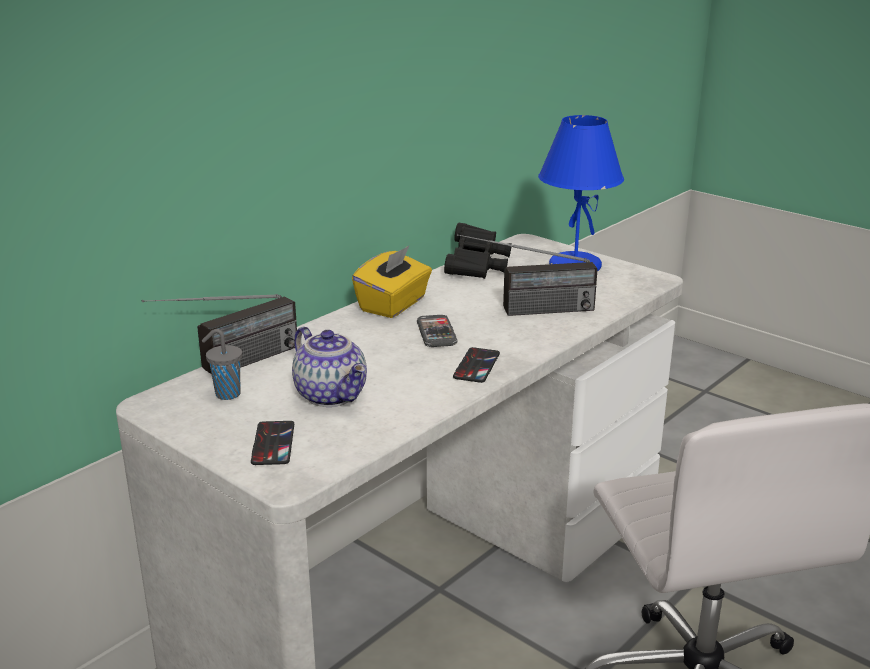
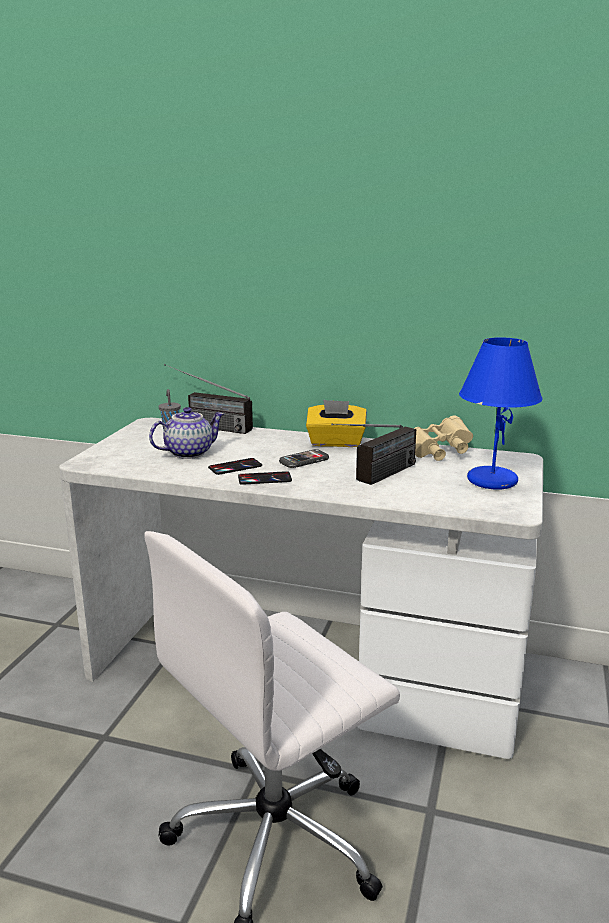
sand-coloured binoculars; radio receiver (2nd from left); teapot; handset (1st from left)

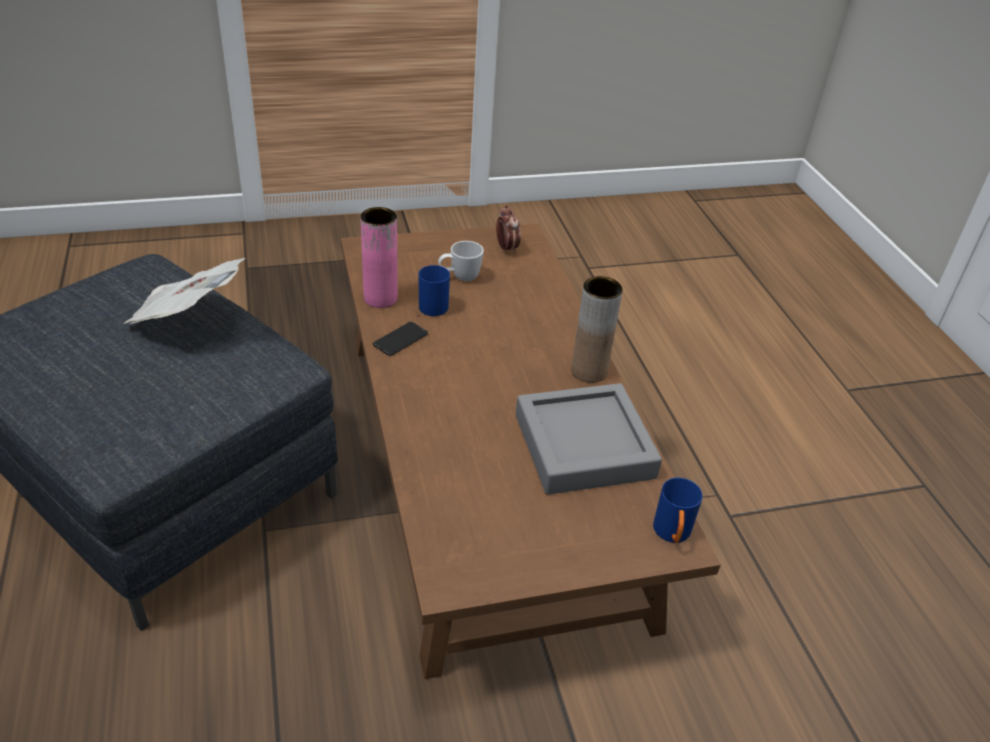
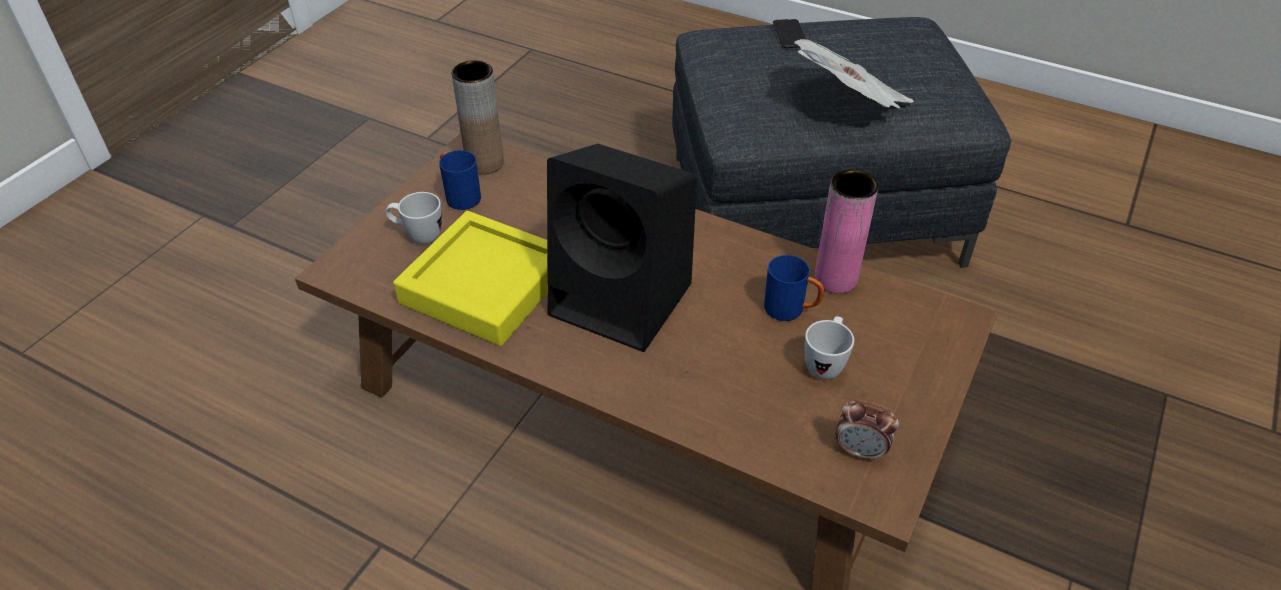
brownish vase; handset; yellow carrying tray; bluish coffee mug (1st from left); black-coloured audio speaker; whitish coffee mug (1st from left)

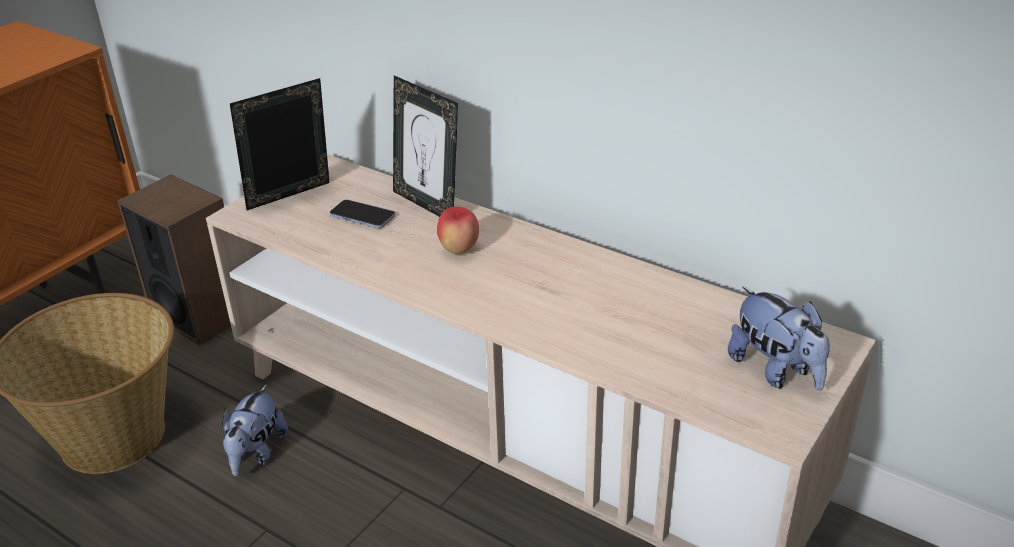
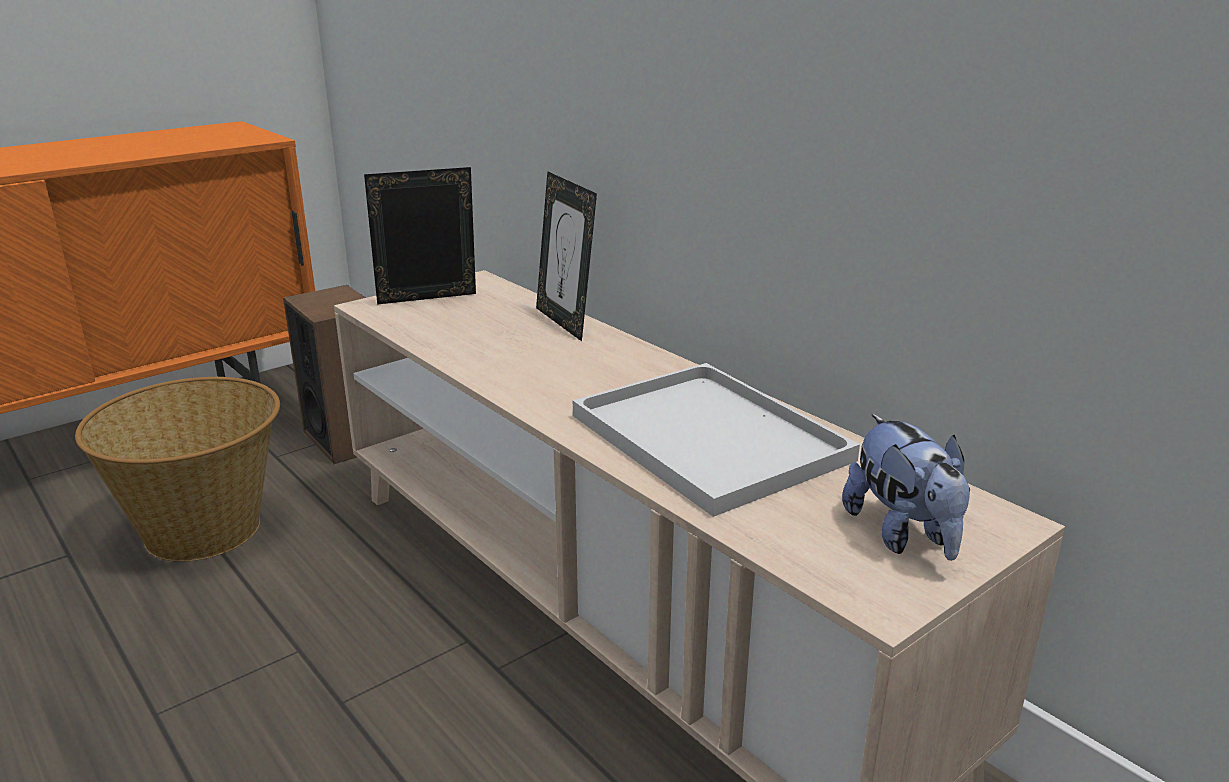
handset; apple fruit; cuddly toy (1st from left in the first image); whitish carrying tray

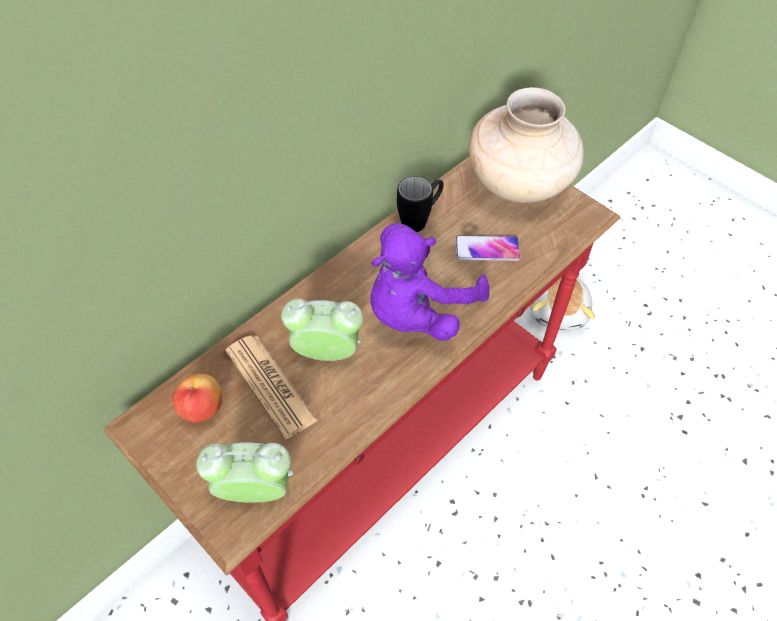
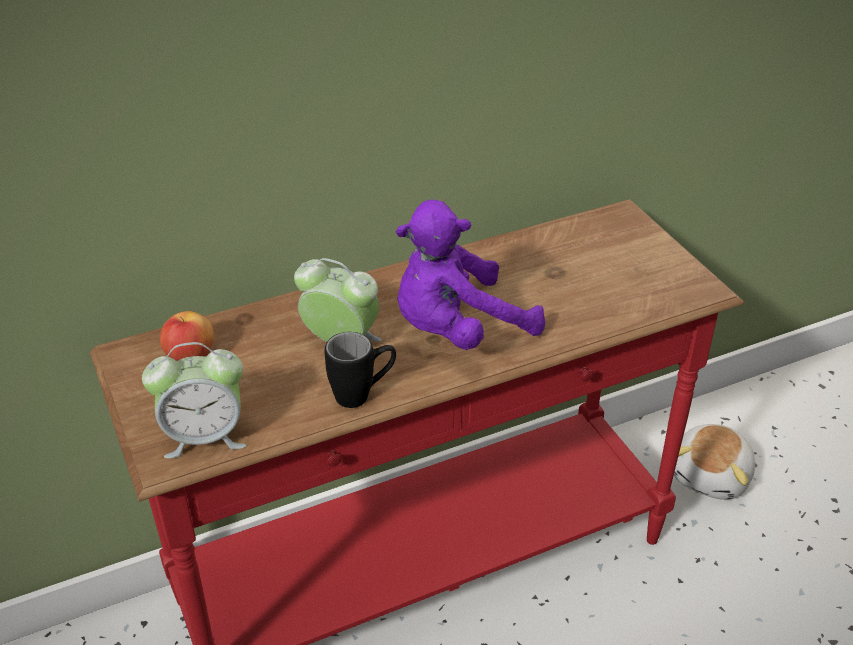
sand-coloured vase; black-coloured coffee mug; handset; daily paper; bedside clock (1st from left)

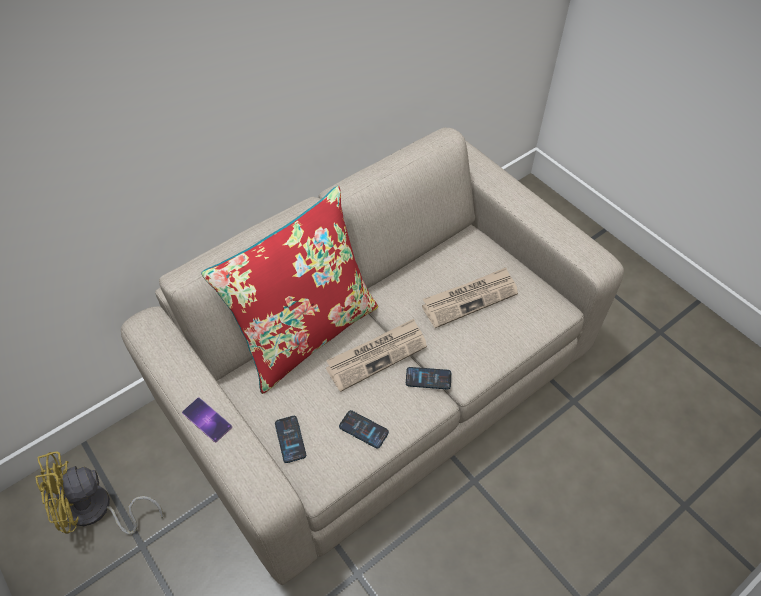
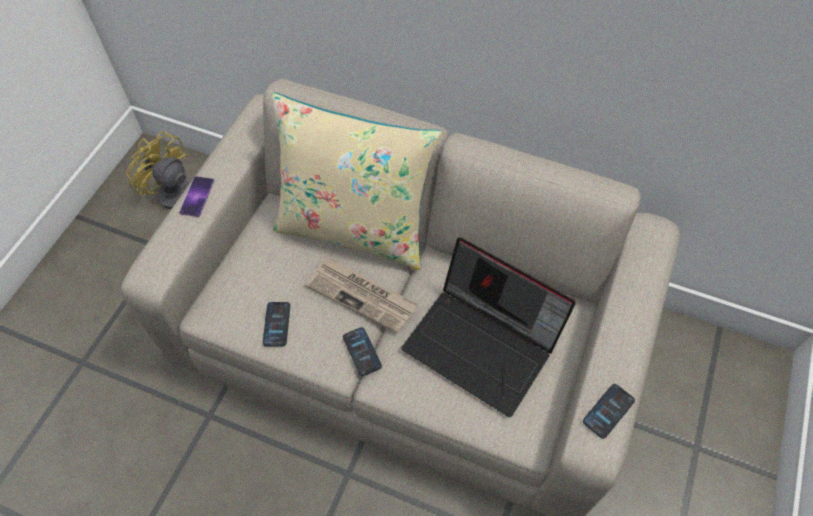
sand-coloured cushion; notebook computer; handset (4th from left)

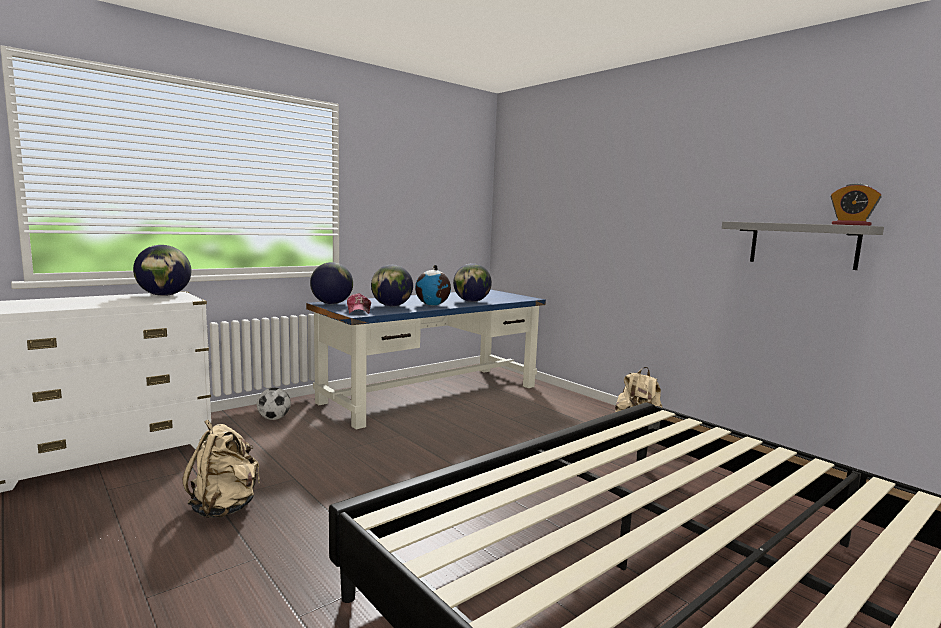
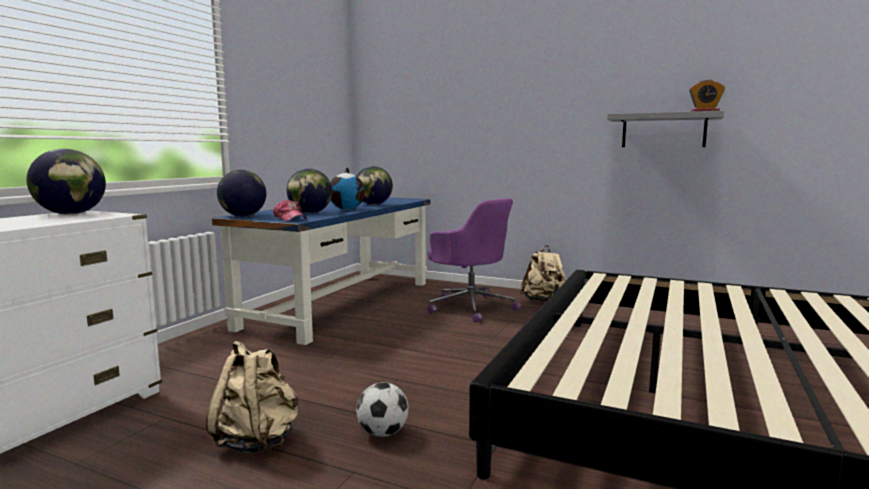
football ball; purplish computer chair

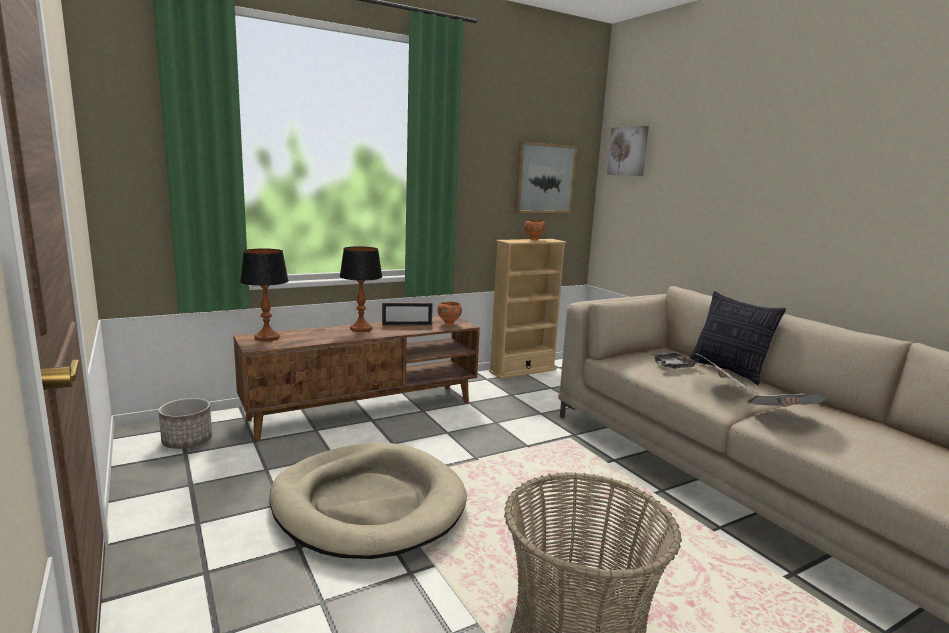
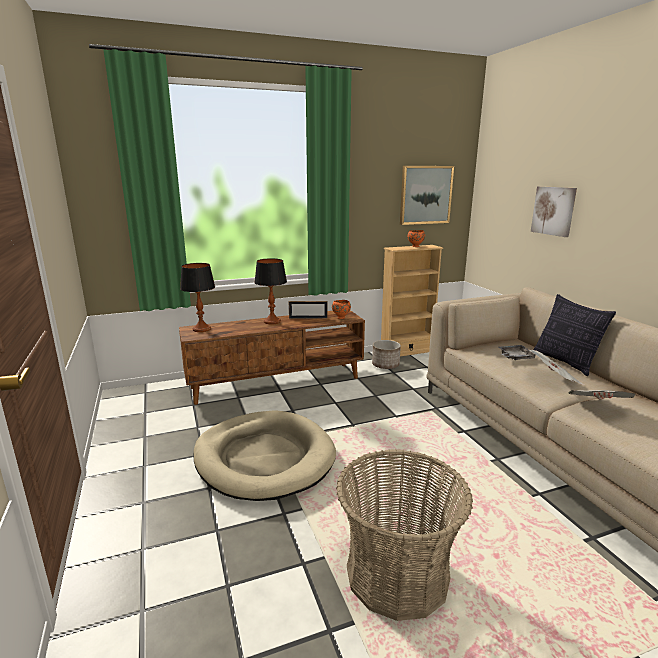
wall picture (2nd from left); plant pot

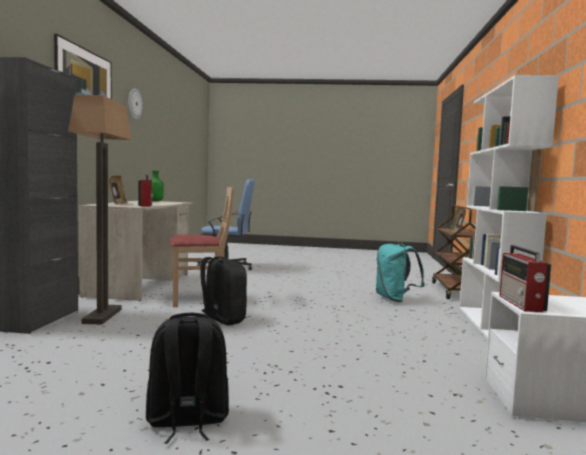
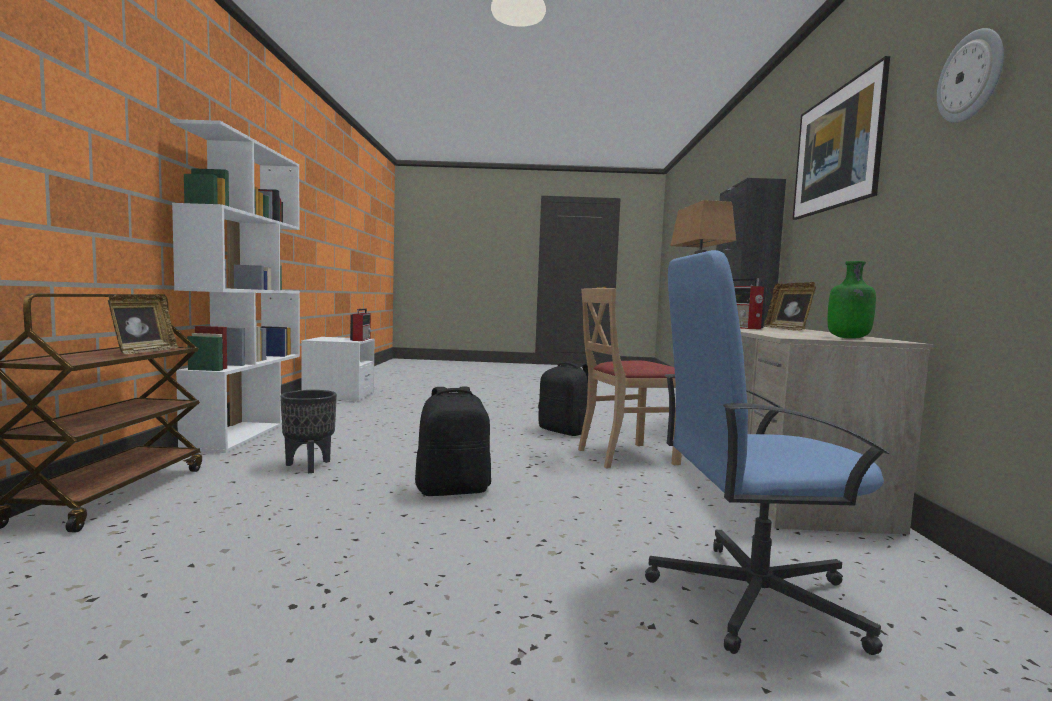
black-coloured plant pot; black-coloured backpack (1st from left)

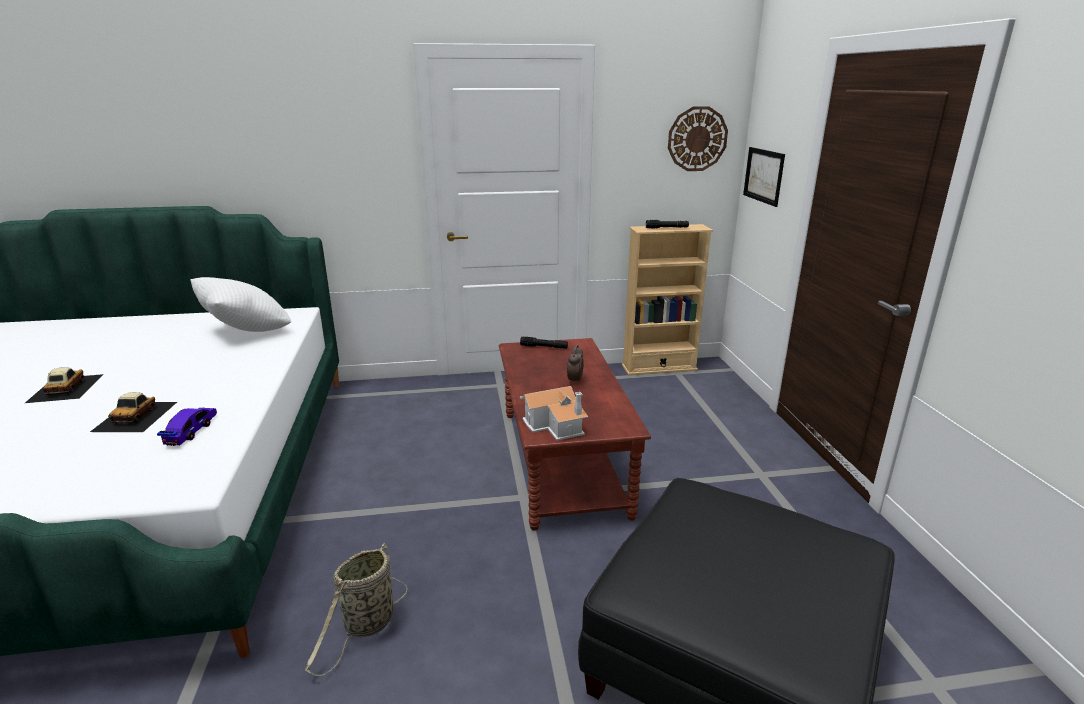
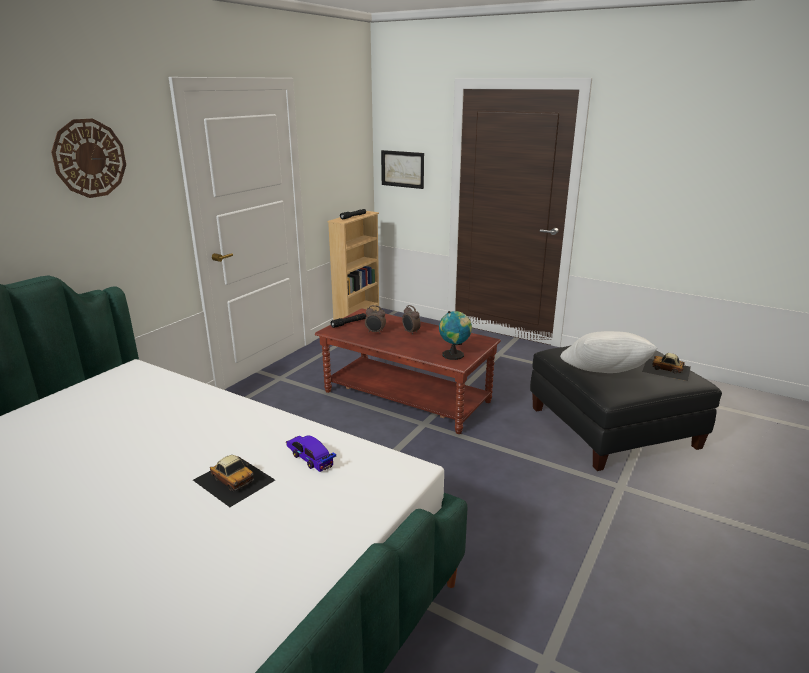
wall clock; whitish cushion; miniature car (3rd from left); world globe; household basket; bedside clock (1st from left)

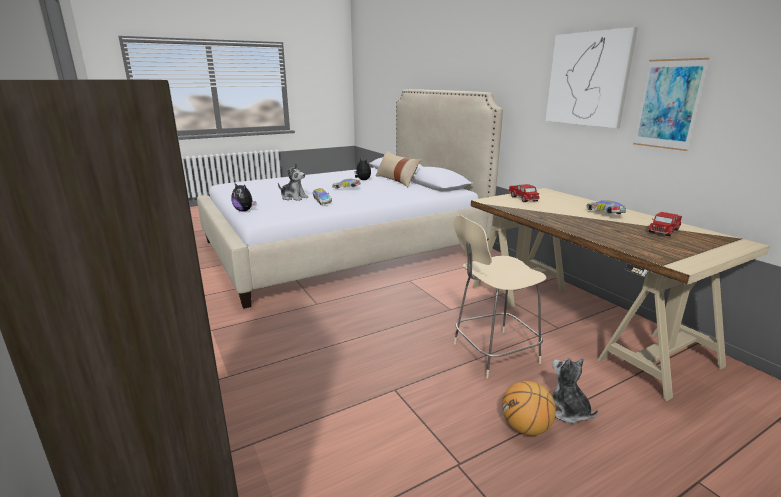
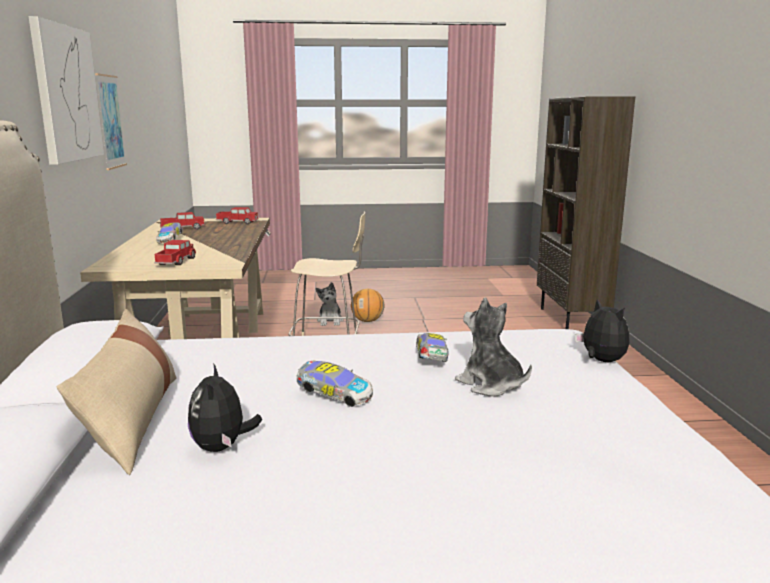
toy truck (3rd from left)

